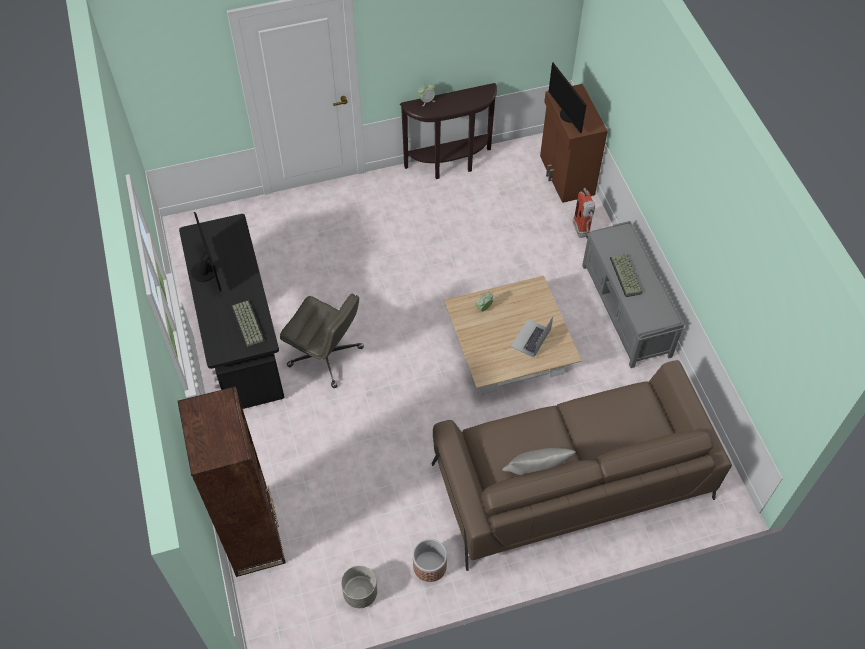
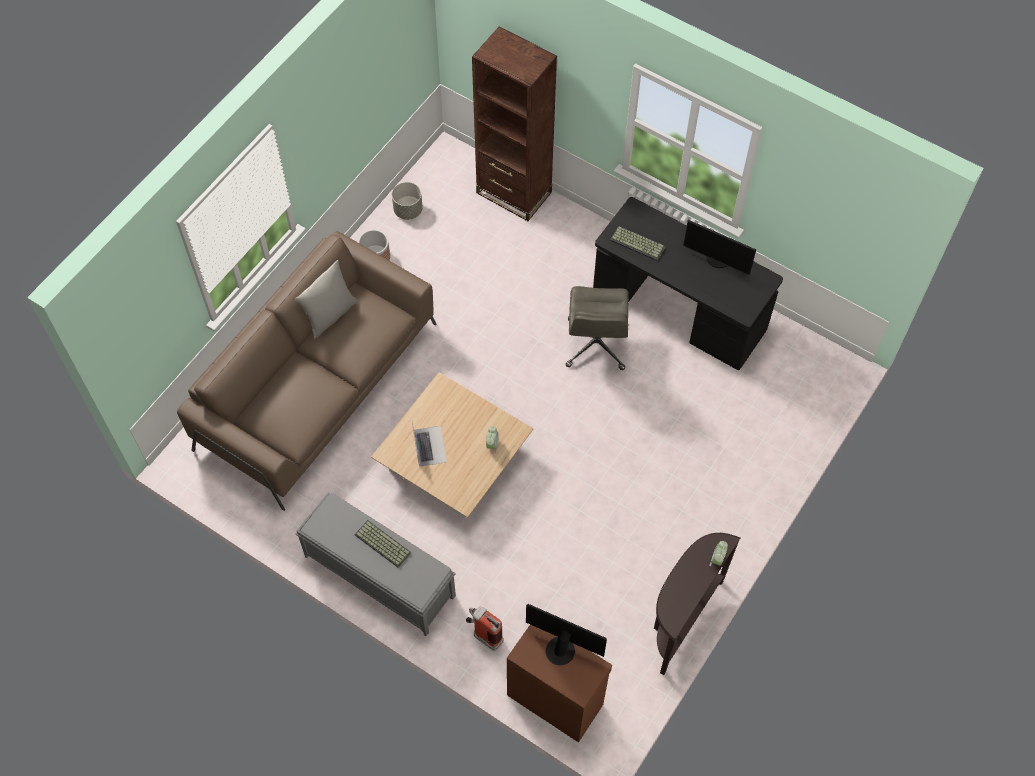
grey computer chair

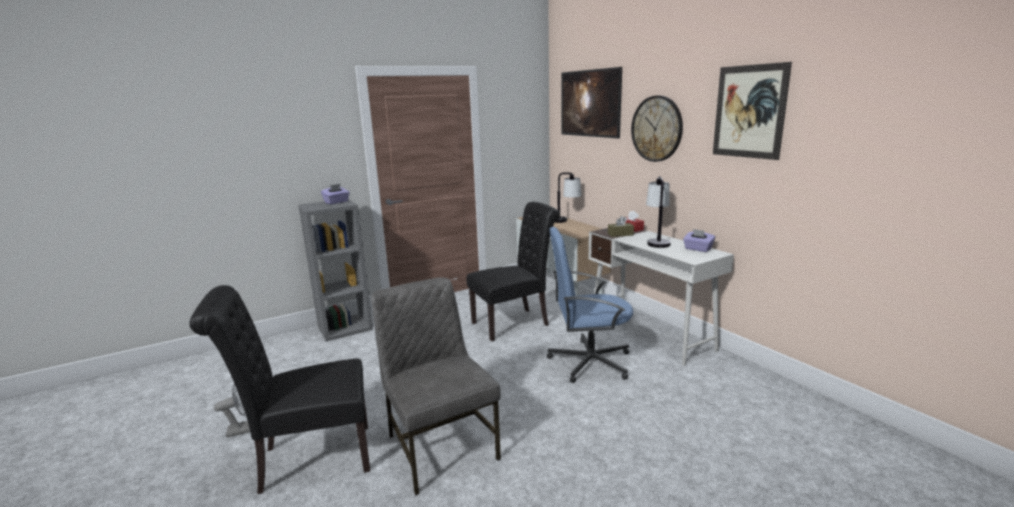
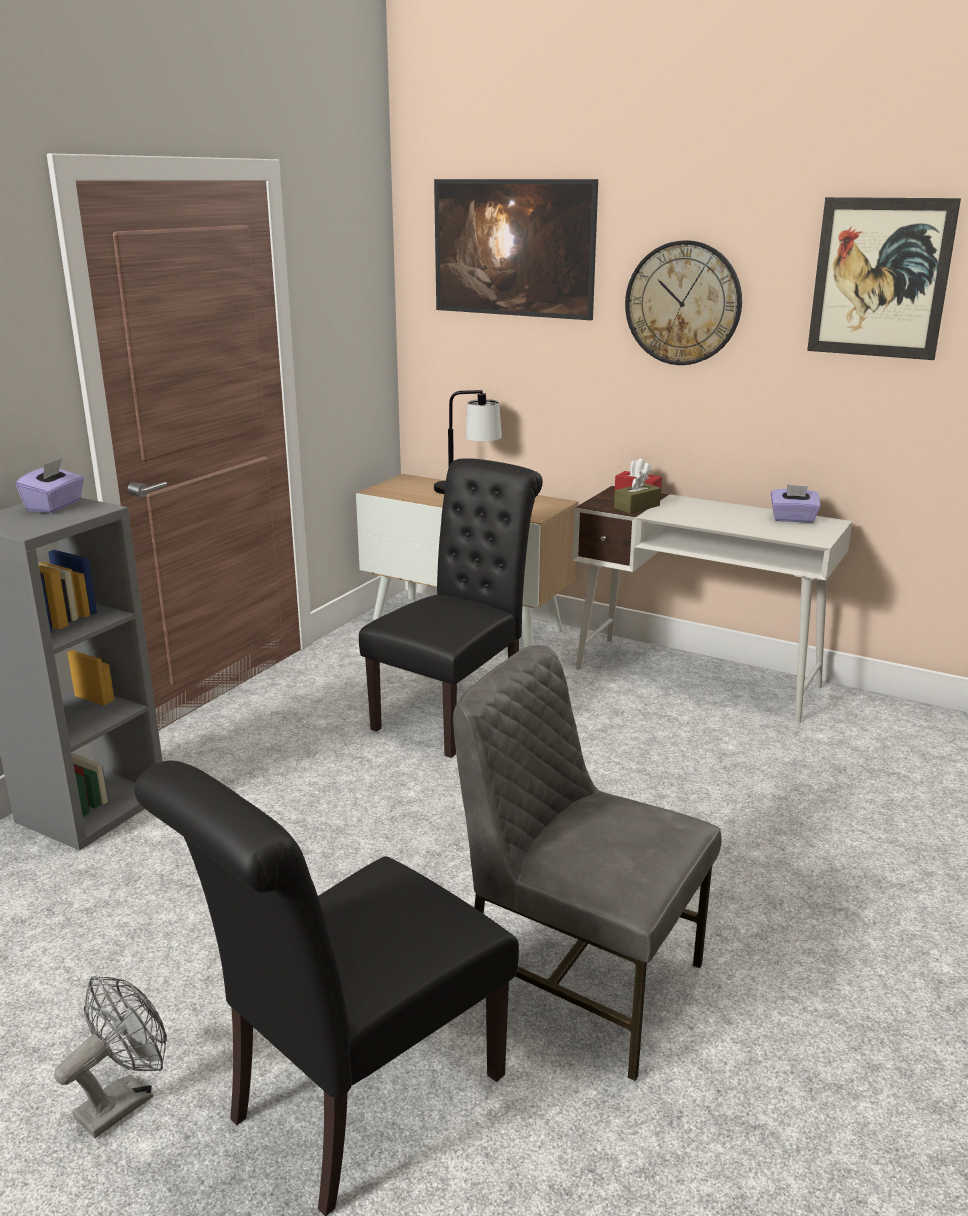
lamp for a table (2nd from left in the first image); bluish computer chair

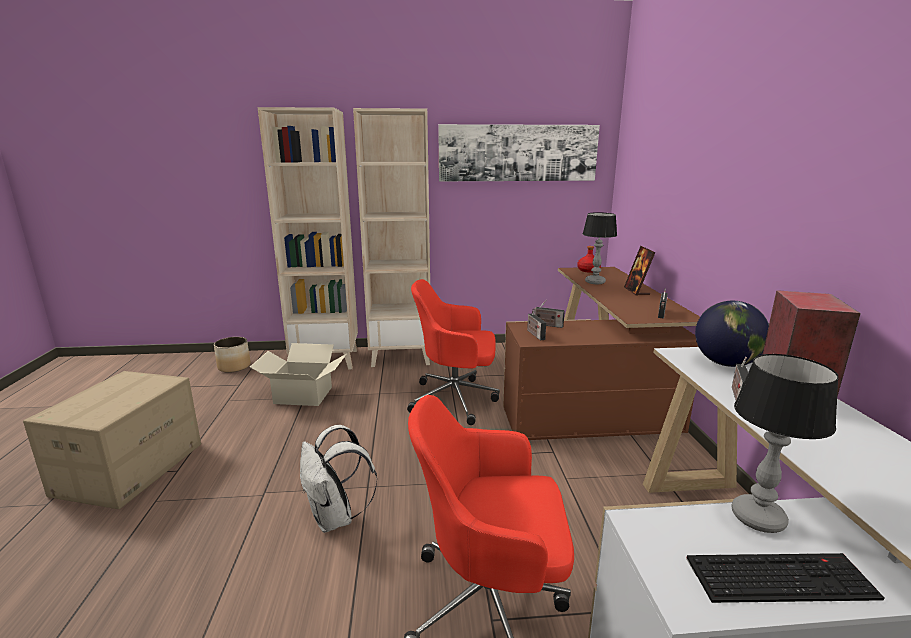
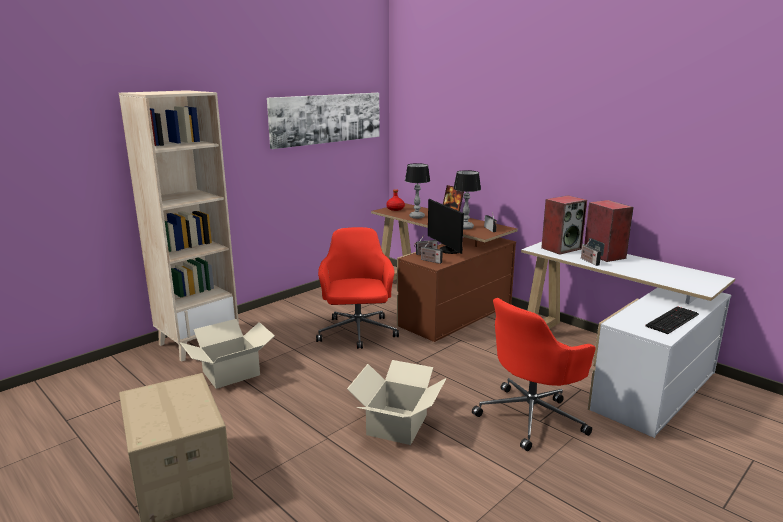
sand-coloured shelving unit (2nd from left in the first image); red-coloured computer chair (1st from left); audio speaker (1st from left); plant pot; lamp for a table (2nd from left); packing box (3rd from left); computer screen

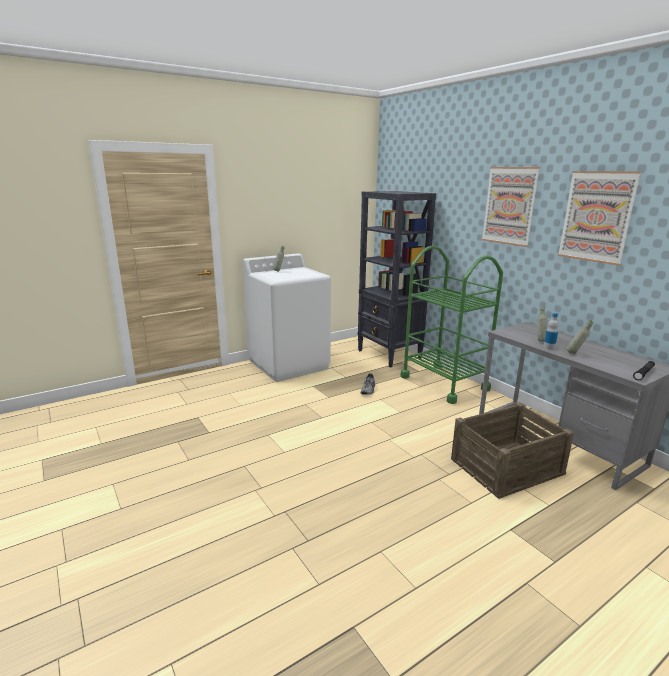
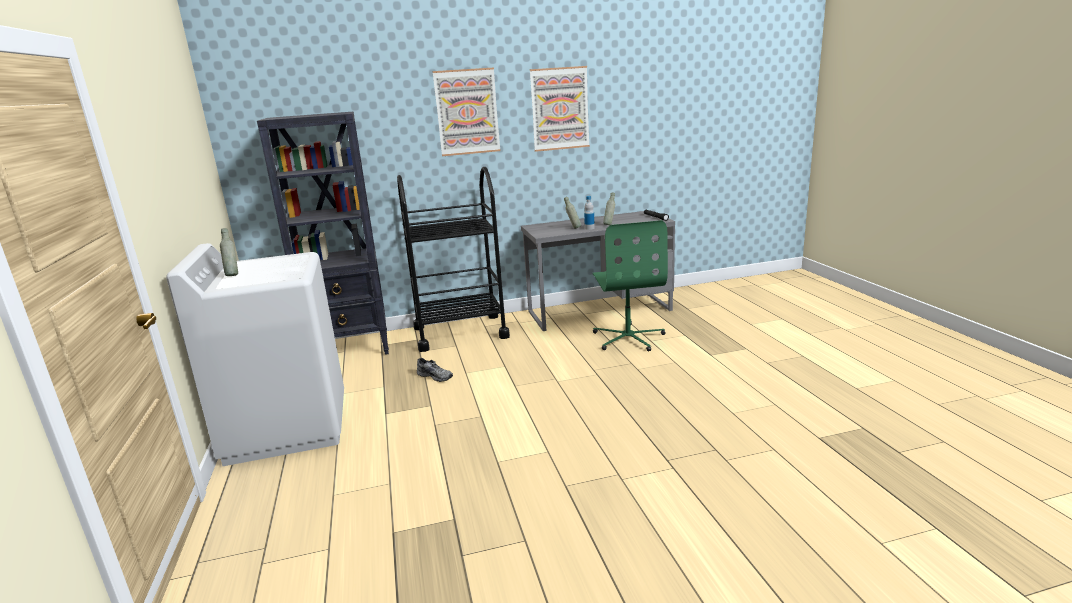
black-coloured cart; greenish computer chair

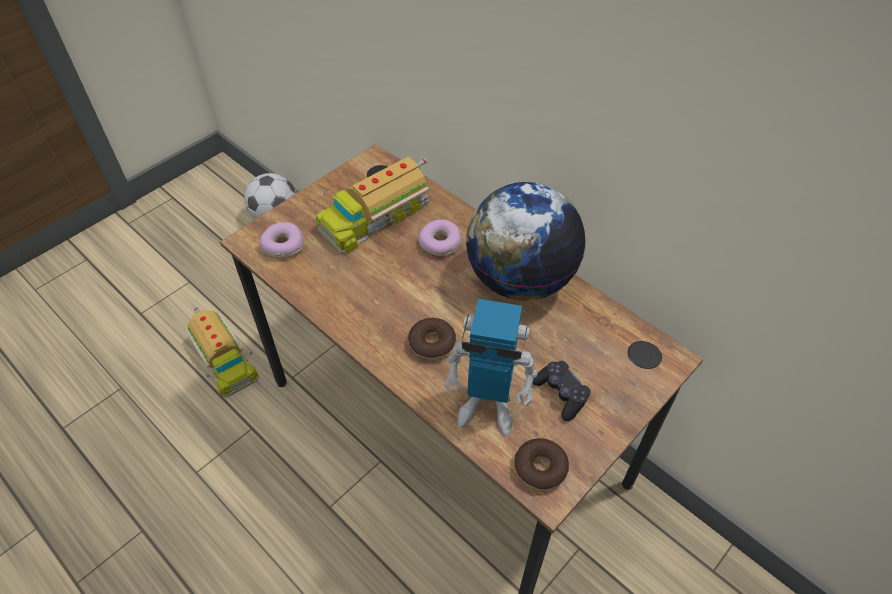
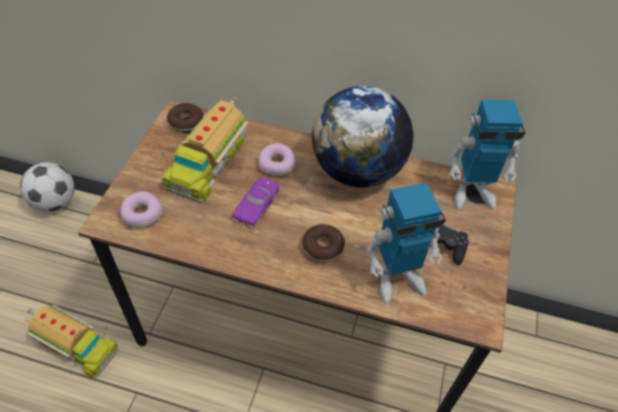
ring doughnut (2nd from left); model robot (2nd from left); purplish miniature car

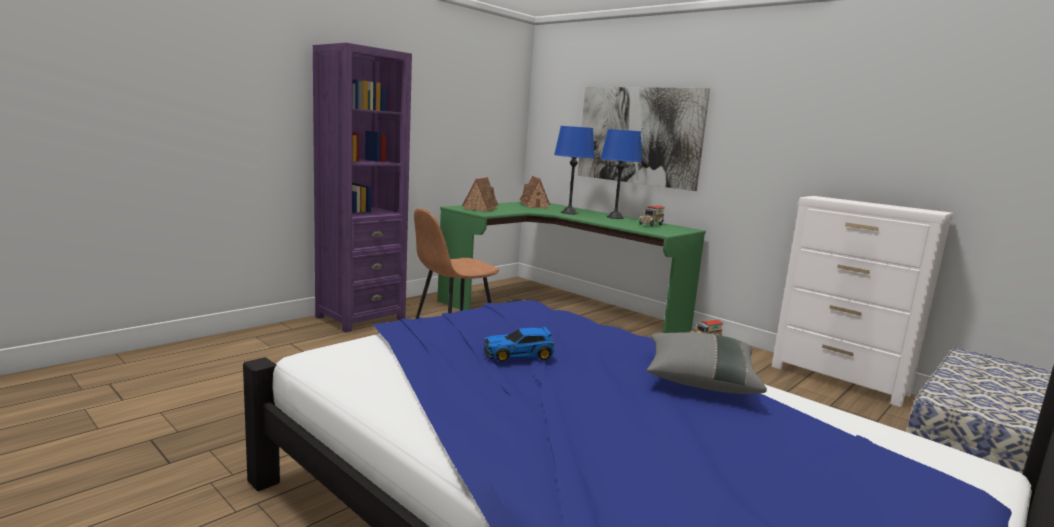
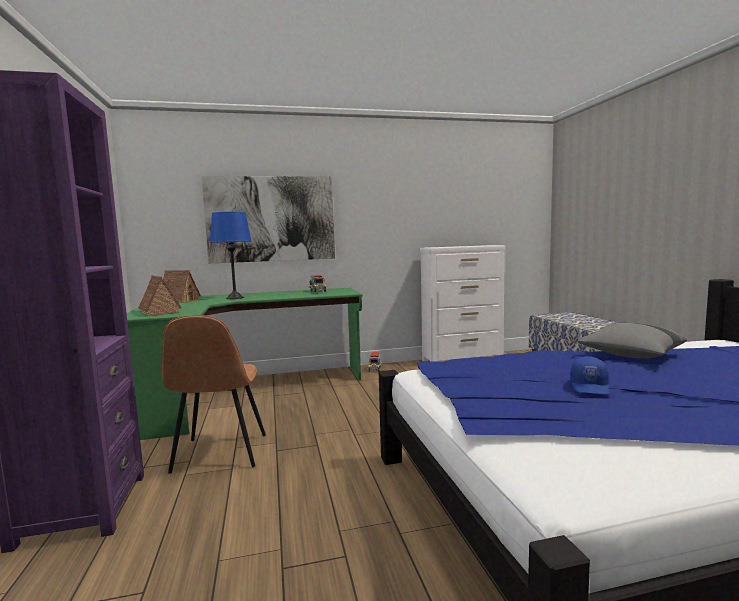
bluish lamp for a table (2nd from left in the first image); bluish peaked cap

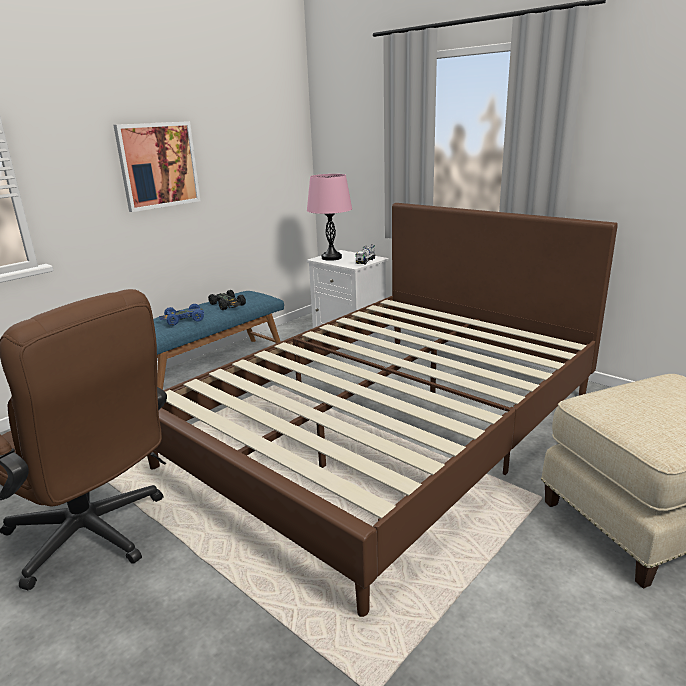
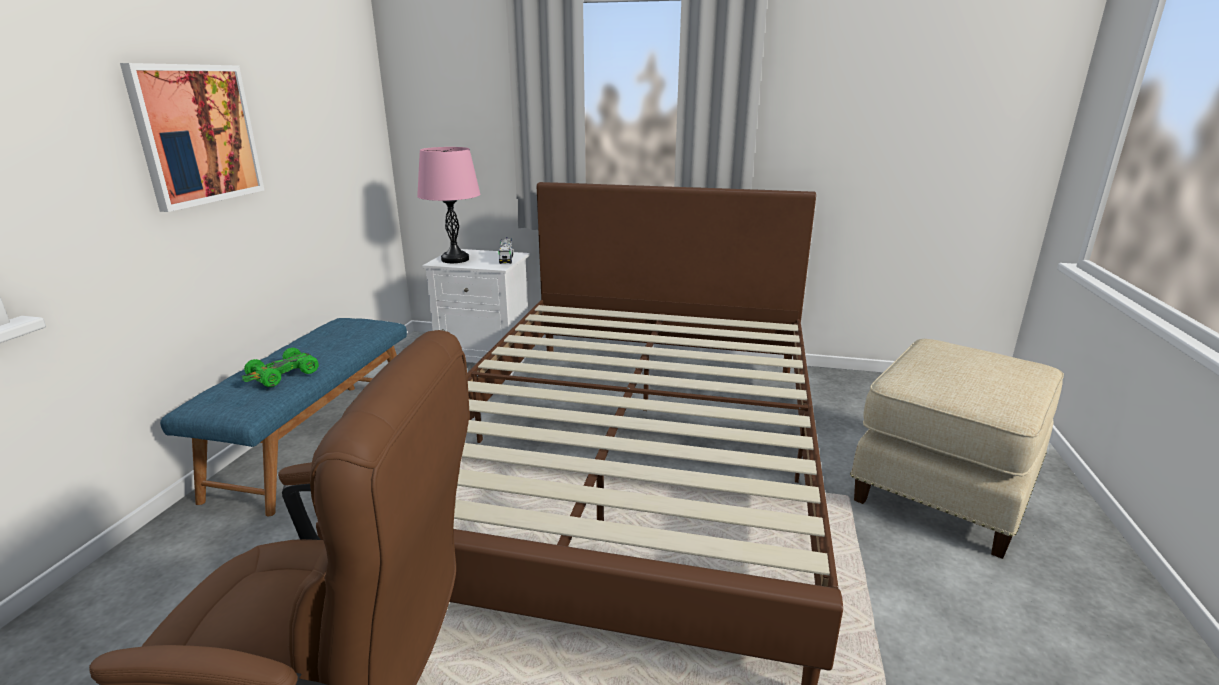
black-coloured miniature car; greenish miniature car

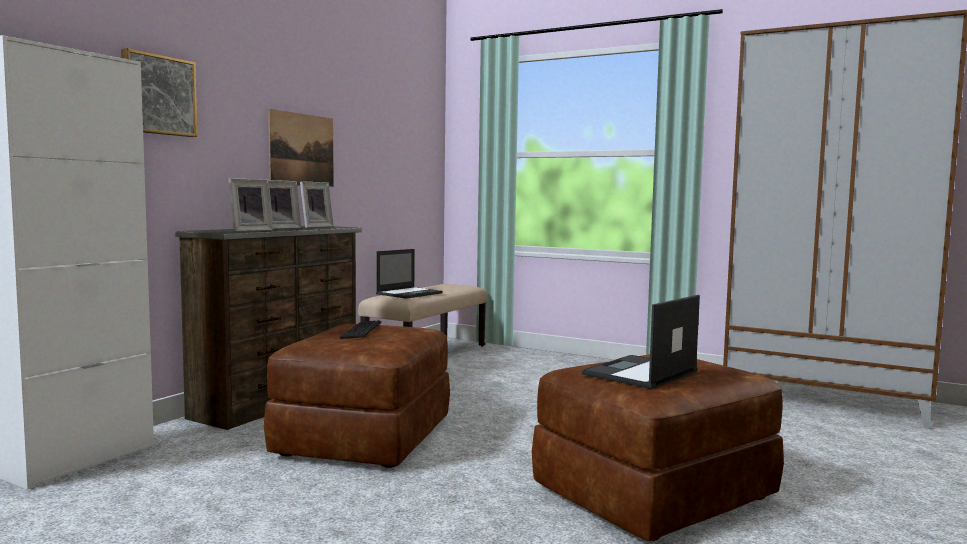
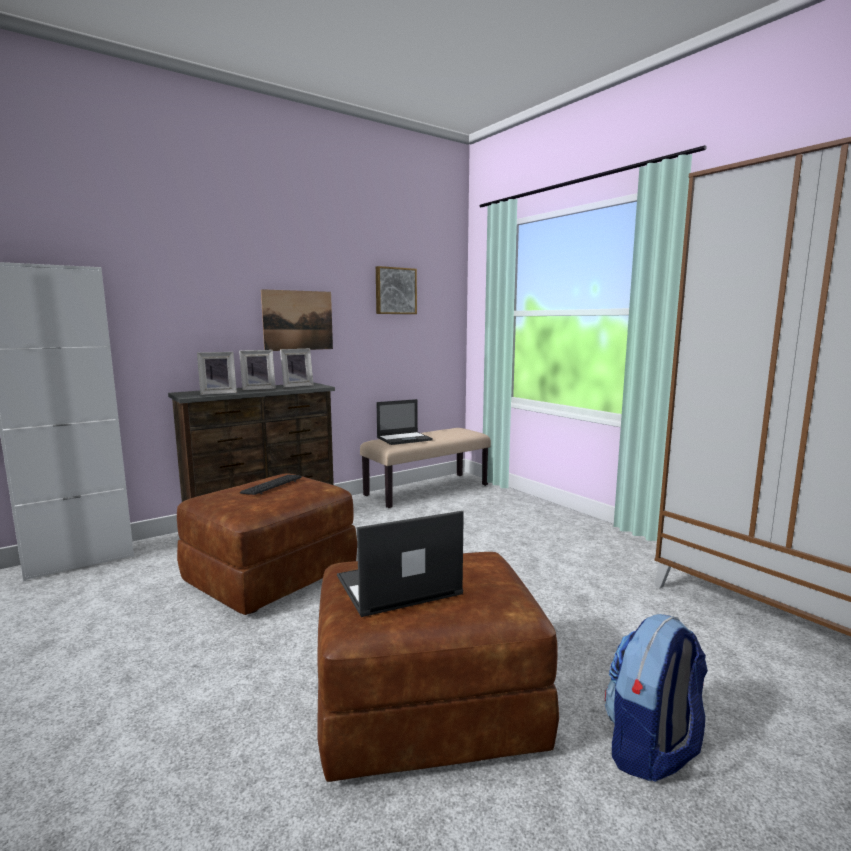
wall picture (2nd from left); backpack

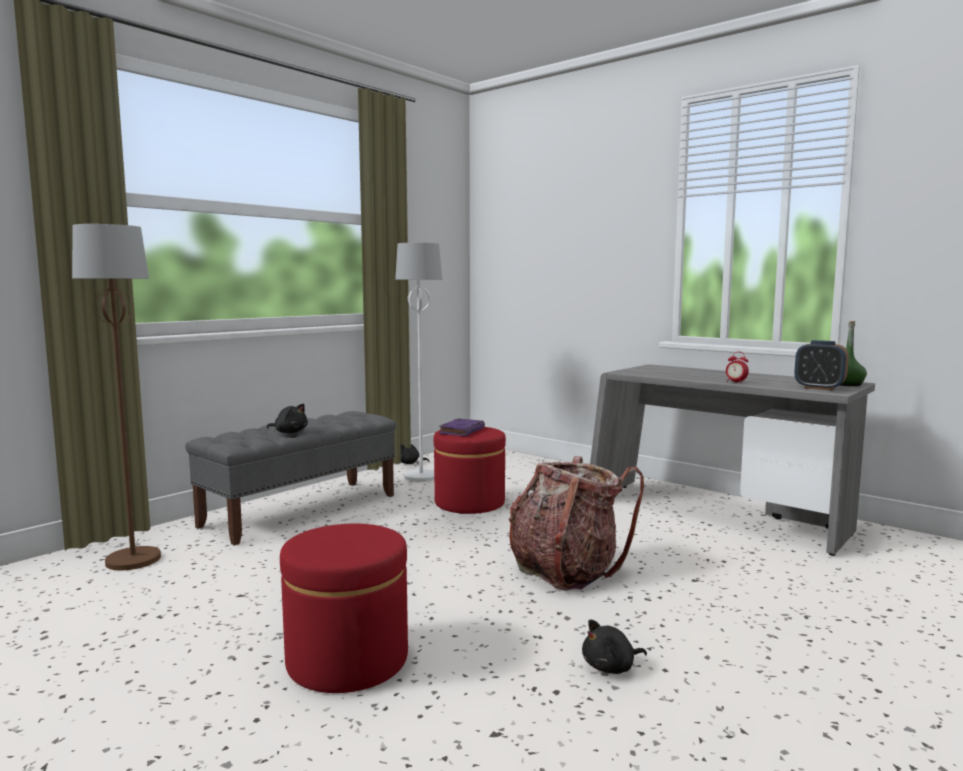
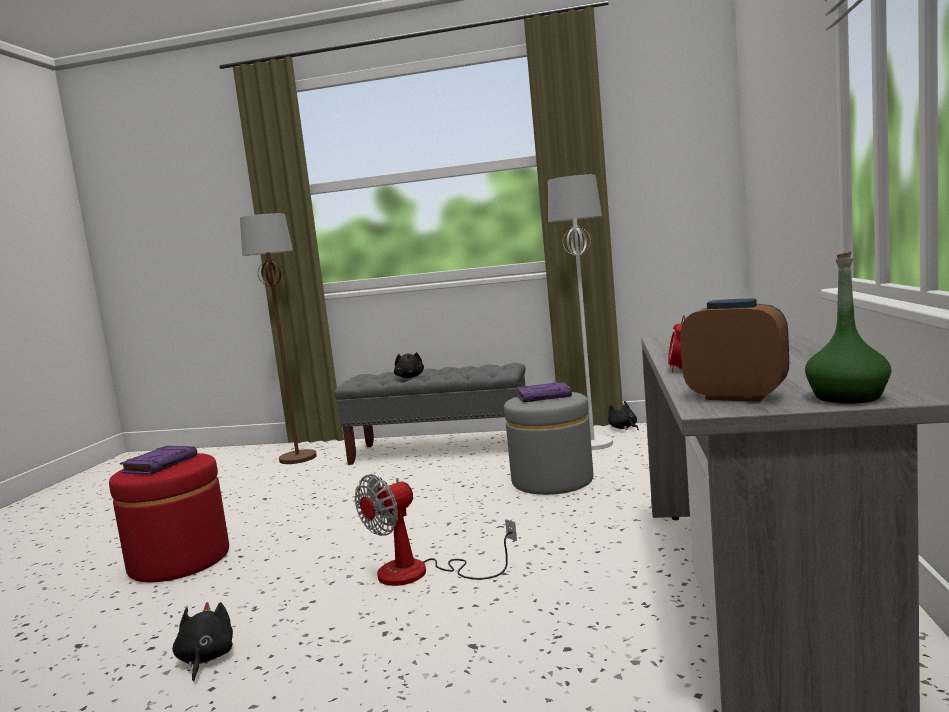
bedside clock (2nd from left); grey footrest; fan; black-coloured cuddly toy (1st from left); purplish bound book (1st from left)

